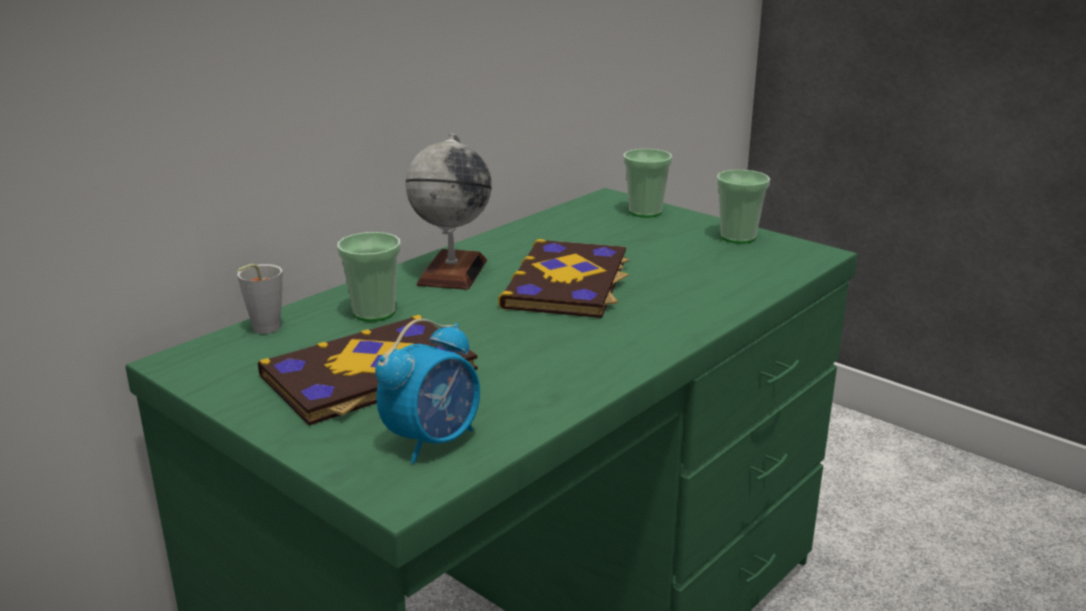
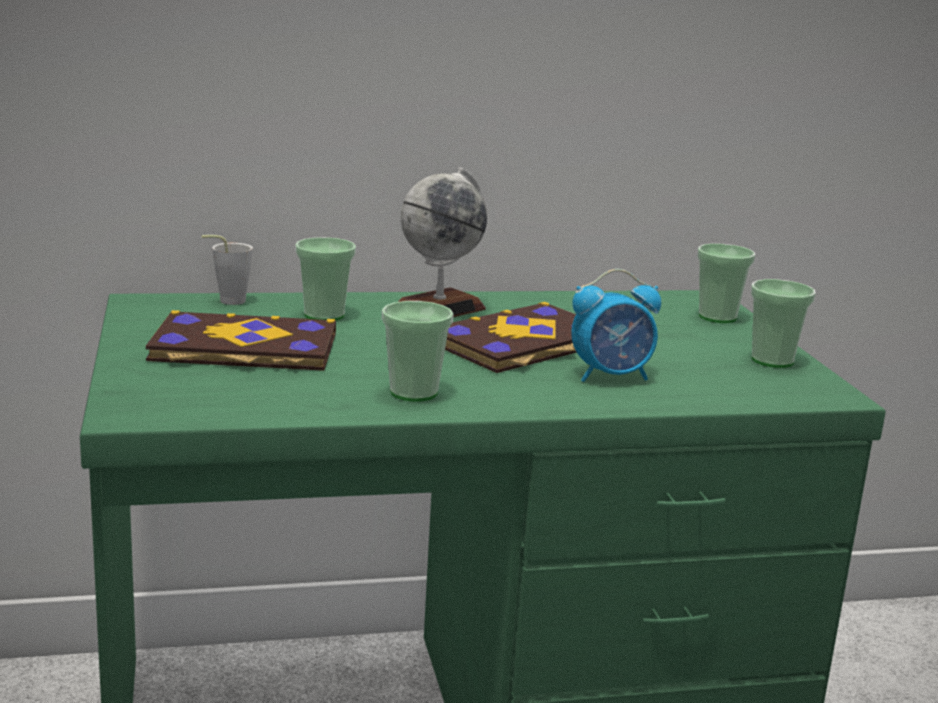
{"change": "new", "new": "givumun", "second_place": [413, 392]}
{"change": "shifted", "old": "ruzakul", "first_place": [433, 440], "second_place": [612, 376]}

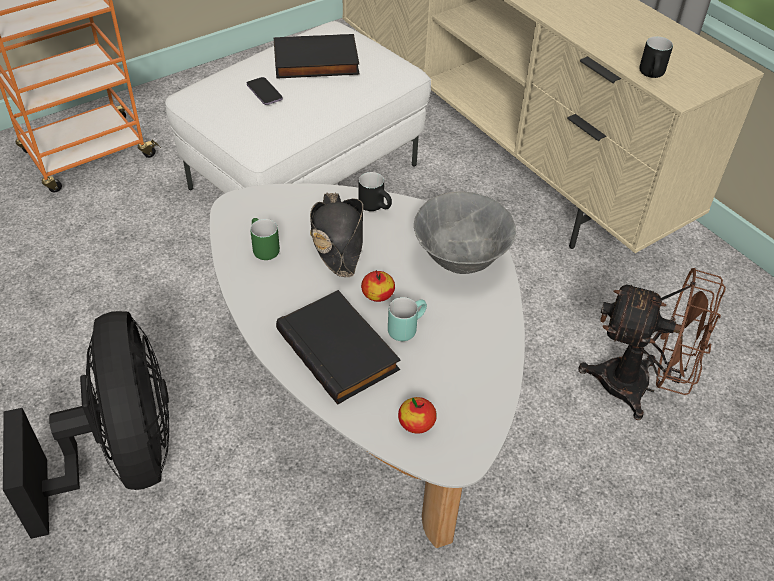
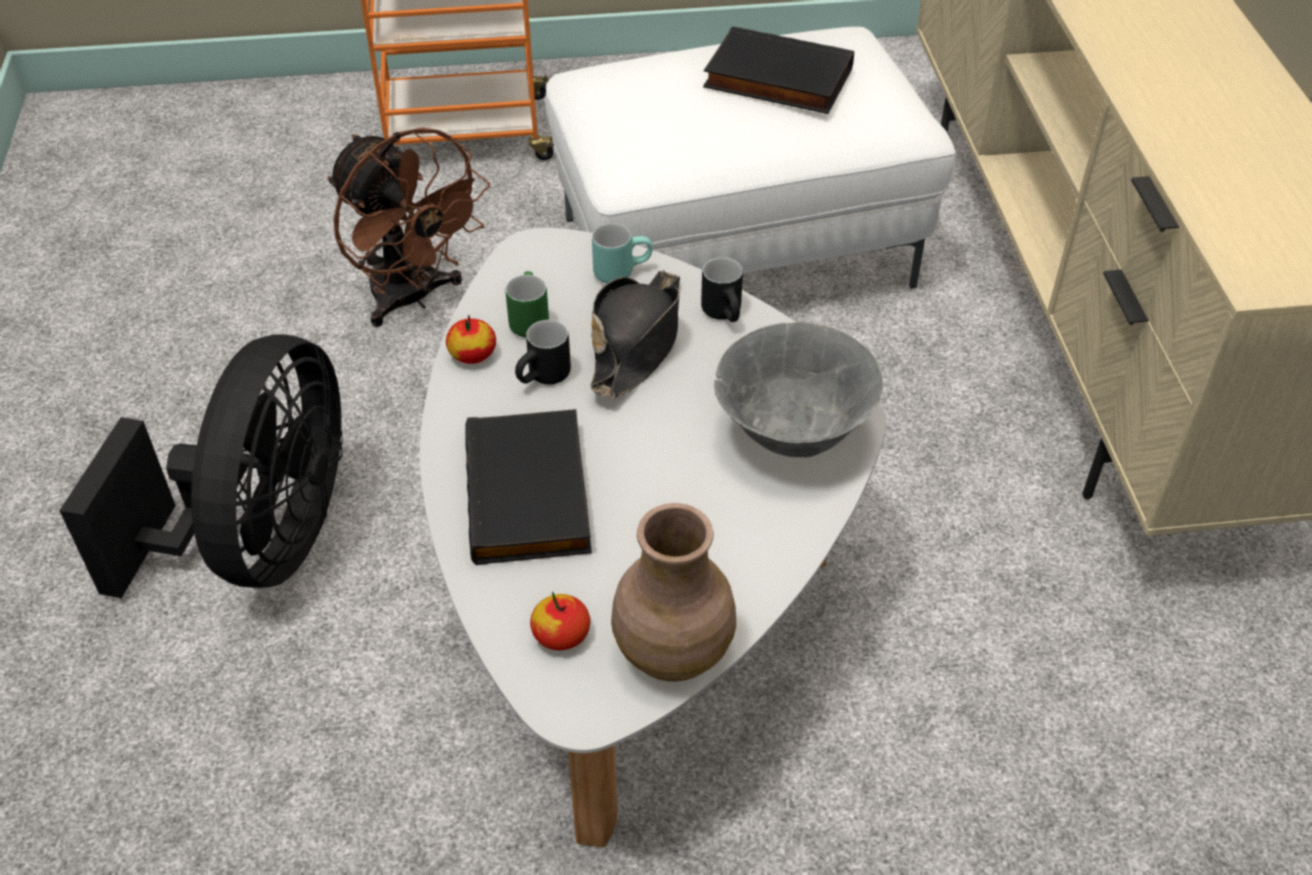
{"change": "shifted", "old": "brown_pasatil", "first_place": [638, 387], "second_place": [413, 298]}
{"change": "shifted", "old": "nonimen", "first_place": [377, 294], "second_place": [472, 354]}
{"change": "shifted", "old": "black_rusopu", "first_place": [653, 76], "second_place": [545, 379]}
{"change": "shifted", "old": "turquoise_rusopu", "first_place": [405, 327], "second_place": [621, 270]}
{"change": "new", "new": "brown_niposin", "second_place": [672, 650]}
{"change": "gone", "old": "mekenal", "first_place": [264, 92]}

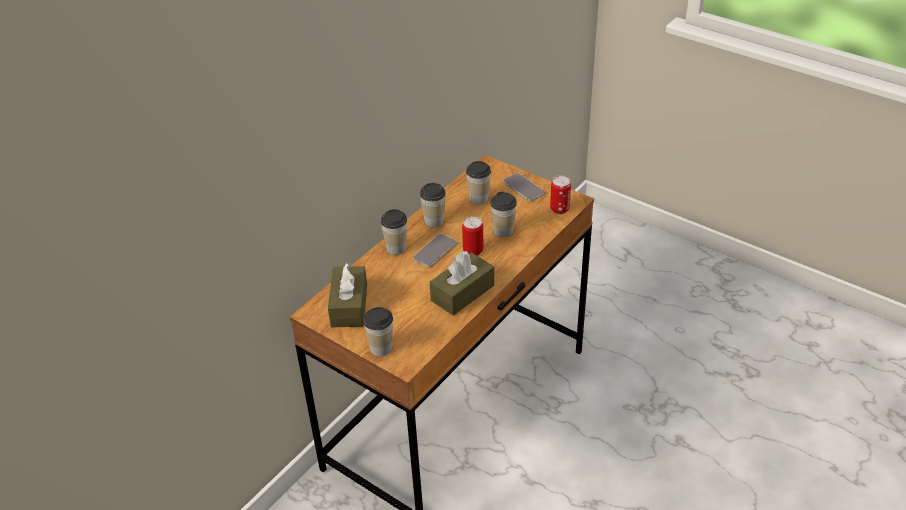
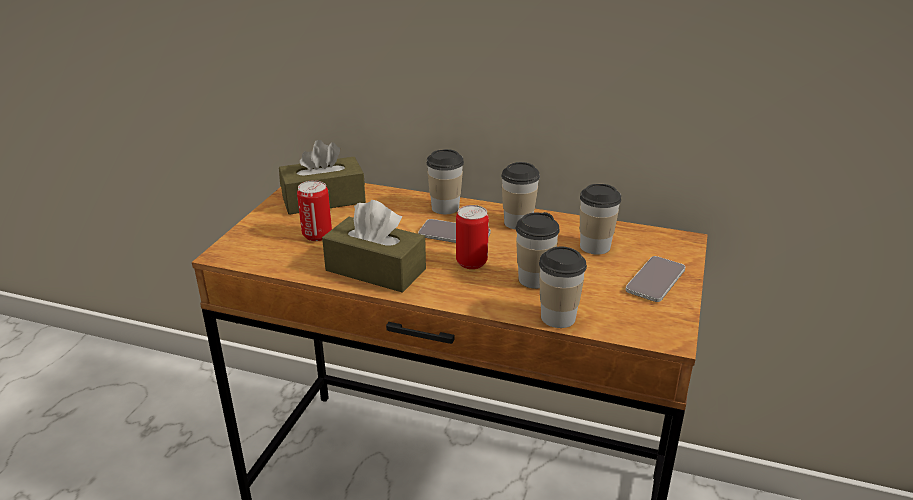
{"change": "shifted", "old": "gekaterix", "first_place": [559, 209], "second_place": [317, 235]}
{"change": "shifted", "old": "givumun", "first_place": [381, 348], "second_place": [558, 317]}

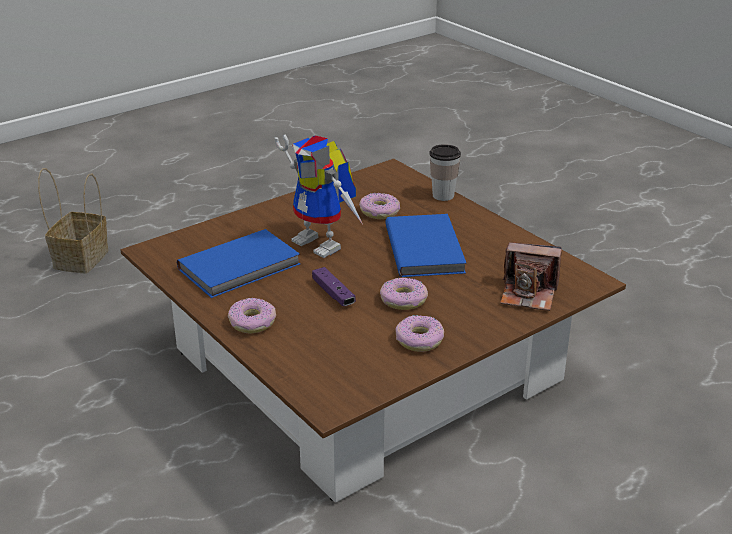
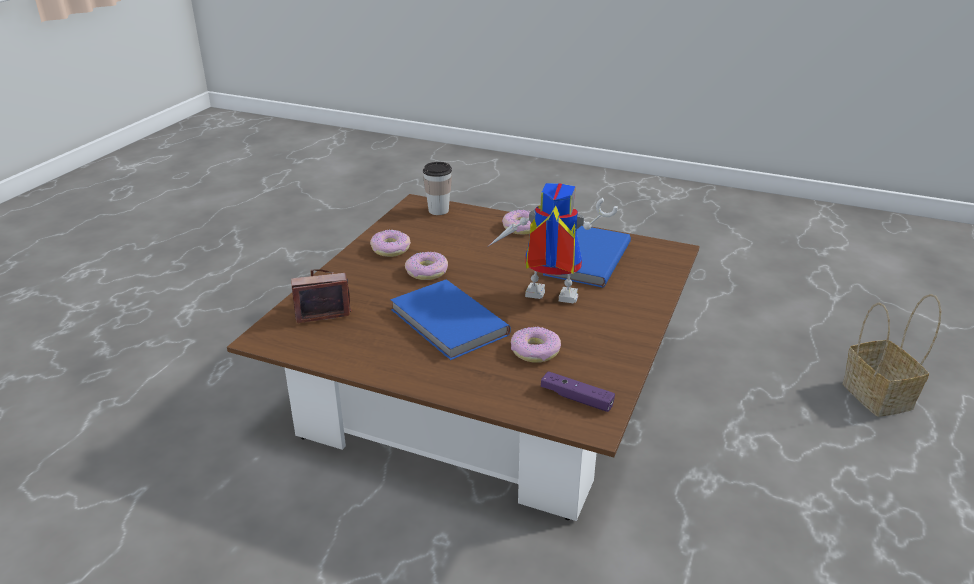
{"change": "shifted", "old": "givumun", "first_place": [443, 195], "second_place": [438, 210]}
{"change": "shifted", "old": "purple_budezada", "first_place": [333, 294], "second_place": [576, 398]}

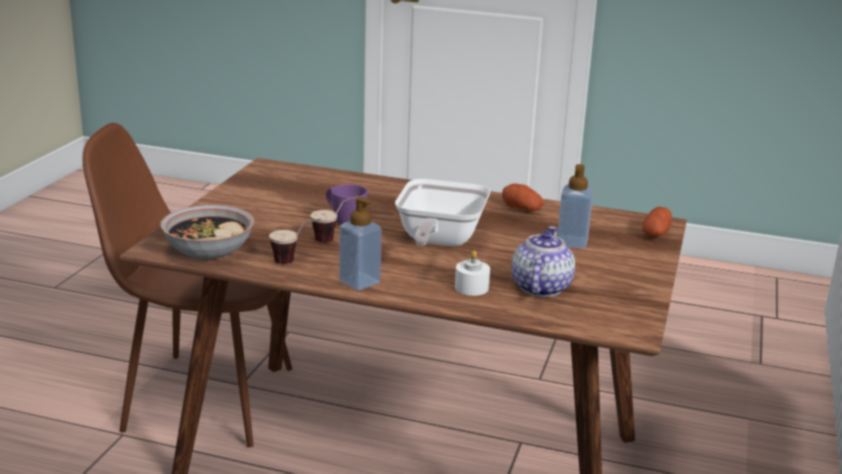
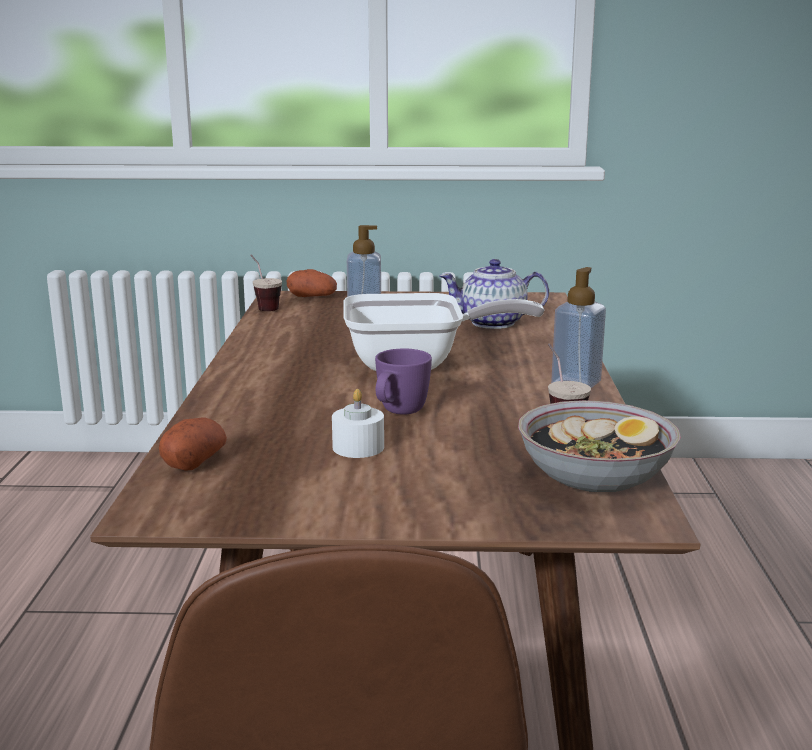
{"change": "shifted", "old": "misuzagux", "first_place": [522, 209], "second_place": [194, 462]}
{"change": "shifted", "old": "givumun", "first_place": [334, 238], "second_place": [263, 307]}
{"change": "shifted", "old": "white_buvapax", "first_place": [471, 287], "second_place": [358, 447]}

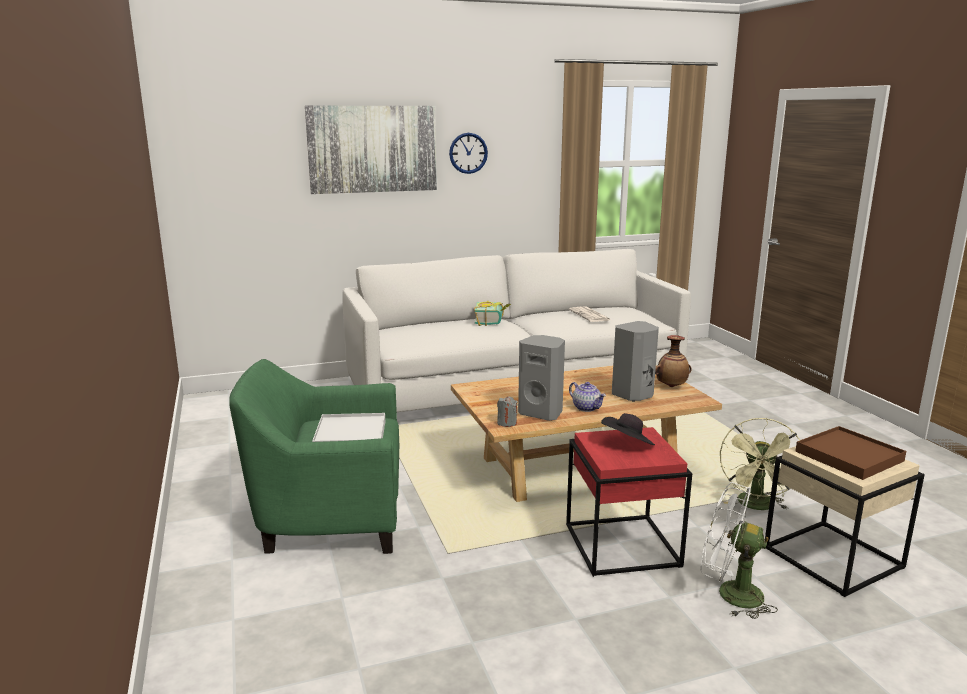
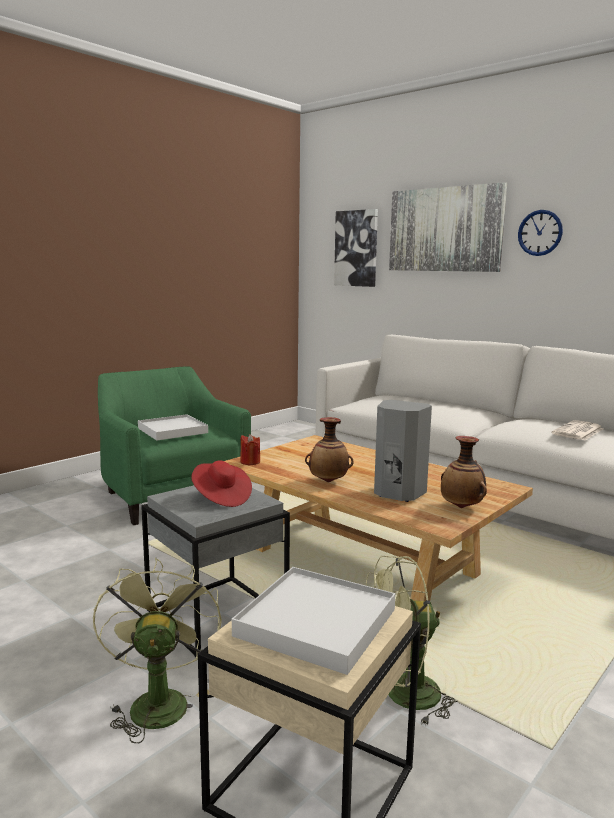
{"change": "repainted", "old": "white_pasatil", "new": "green_pasatil", "first_place": [729, 594], "second_place": [158, 701]}
{"change": "repainted", "old": "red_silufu", "new": "grey_silufu", "first_place": [620, 545], "second_place": [217, 614]}
{"change": "repainted", "old": "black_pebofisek", "new": "red_pebofisek", "first_place": [627, 444], "second_place": [221, 498]}
{"change": "repainted", "old": "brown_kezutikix", "new": "white_kezutikix", "first_place": [849, 456], "second_place": [316, 622]}
{"change": "repainted", "old": "grey_buvapax", "new": "red_buvapax", "first_place": [507, 423], "second_place": [250, 462]}
{"change": "swapped", "old": "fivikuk", "new": "niposin", "first_place": [587, 408], "second_place": [328, 481]}
{"change": "new", "new": "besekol", "second_place": [356, 248]}
{"change": "gone", "old": "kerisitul", "first_place": [492, 322]}
{"change": "gone", "old": "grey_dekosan", "first_place": [542, 413]}

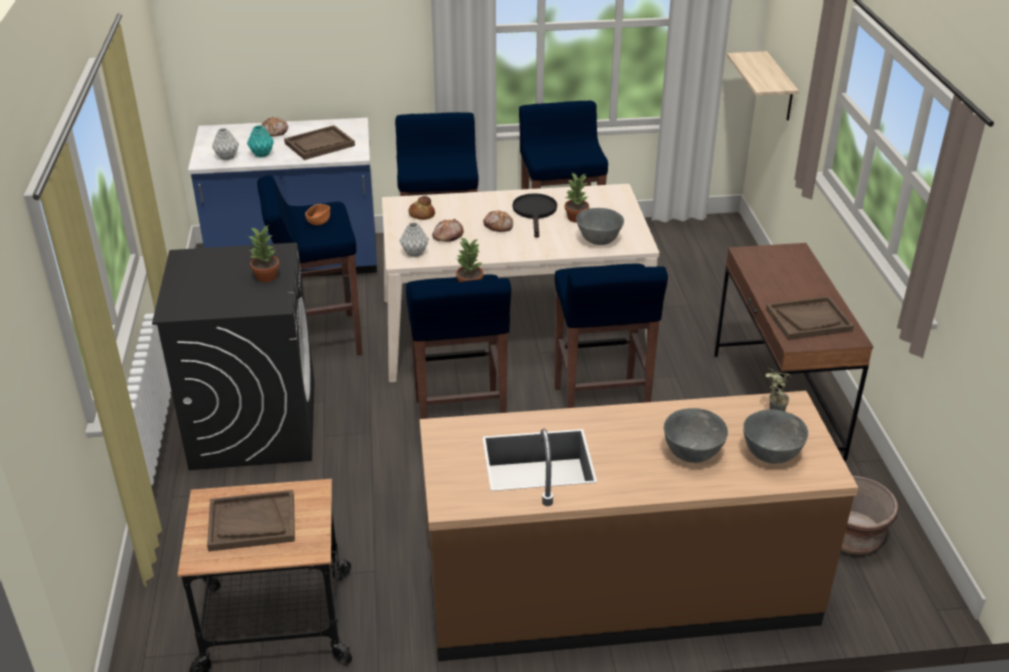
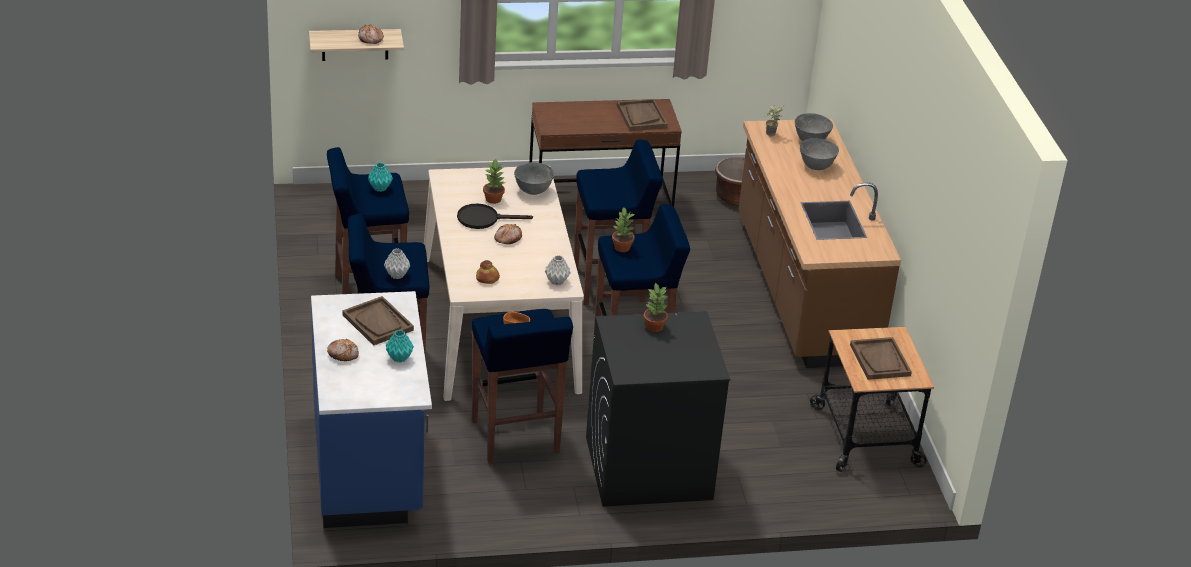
{"change": "shifted", "old": "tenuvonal", "first_place": [447, 236], "second_place": [370, 39]}
{"change": "new", "new": "turquoise_niposin", "second_place": [379, 188]}
{"change": "shifted", "old": "grey_niposin", "first_place": [226, 157], "second_place": [397, 275]}

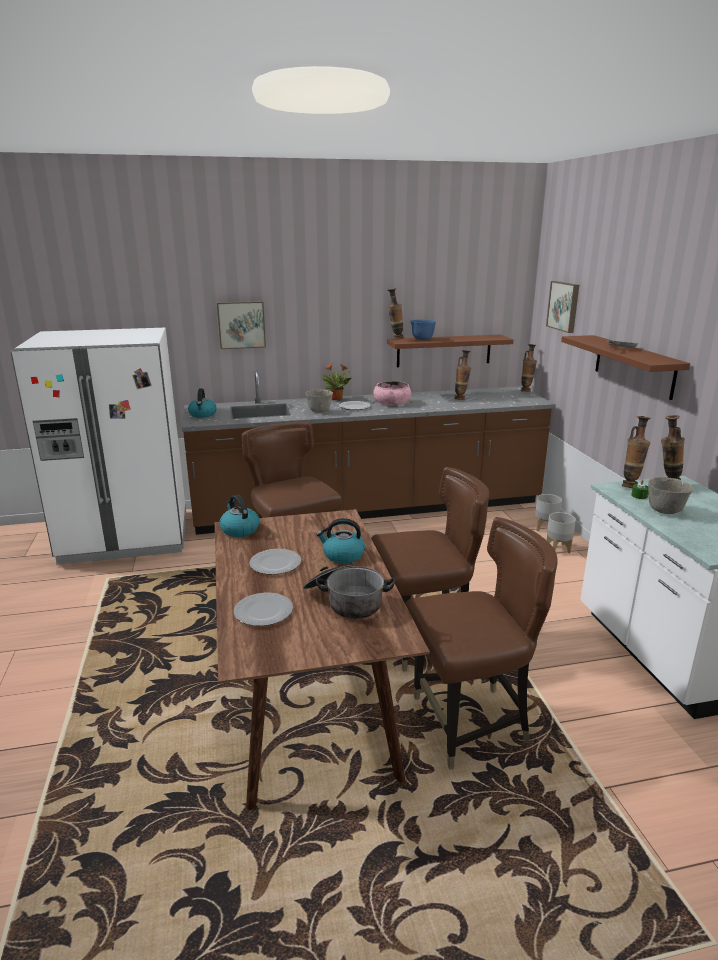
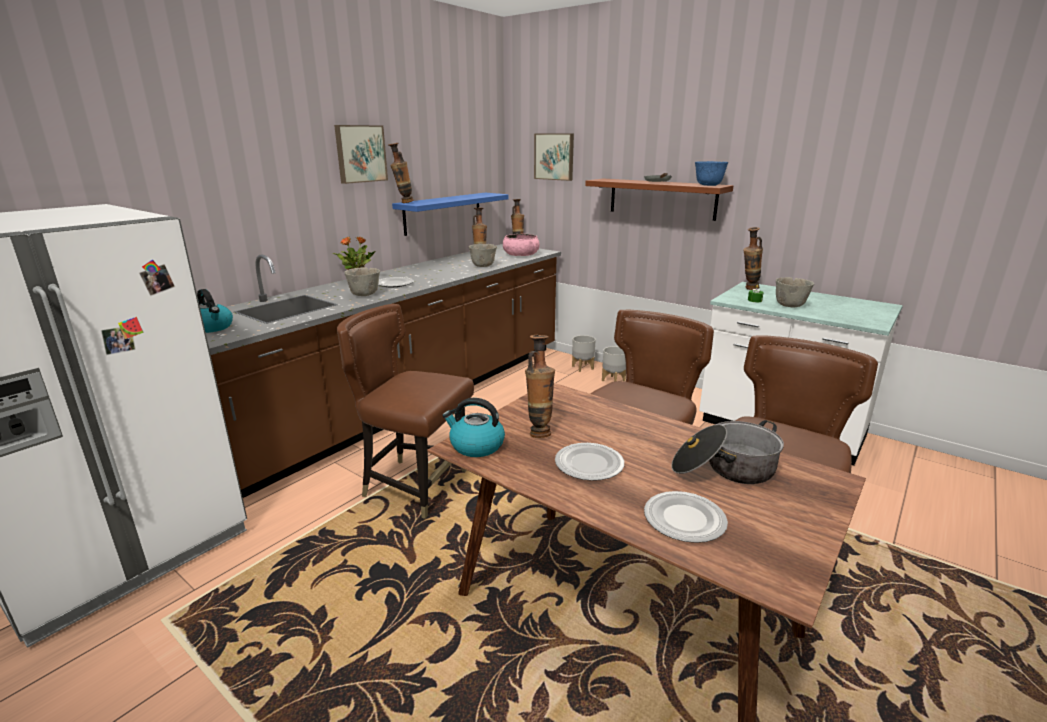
{"change": "shifted", "old": "besekol", "first_place": [241, 324], "second_place": [360, 153]}
{"change": "repainted", "old": "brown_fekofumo", "new": "blue_fekofumo", "first_place": [444, 350], "second_place": [443, 213]}
{"change": "new", "new": "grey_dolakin", "second_place": [483, 266]}
{"change": "shifted", "old": "pink_dolakin", "first_place": [392, 402], "second_place": [521, 254]}
{"change": "shifted", "old": "niposin", "first_place": [630, 486], "second_place": [539, 432]}
{"change": "shifted", "old": "blue_dolakin", "first_place": [422, 339], "second_place": [708, 185]}
{"change": "gone", "old": "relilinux", "first_place": [342, 555]}

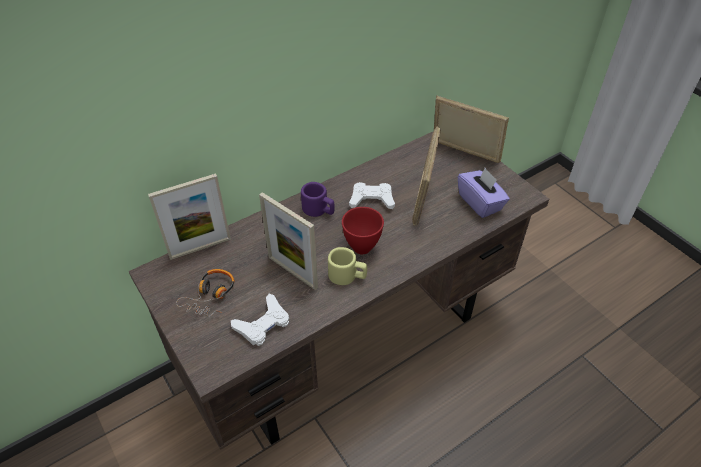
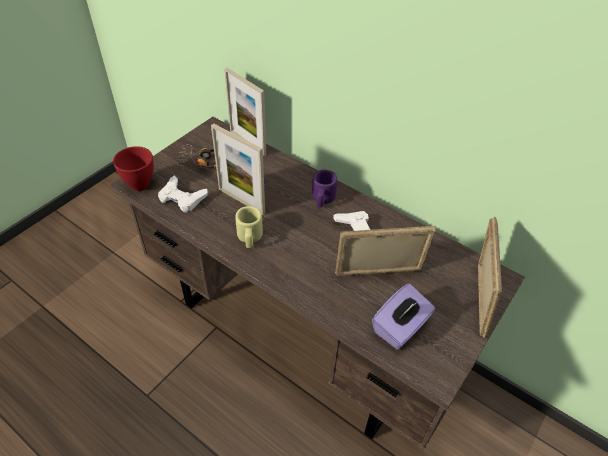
{"change": "shifted", "old": "red_dolakin", "first_place": [363, 247], "second_place": [140, 186]}
{"change": "rotated", "old": "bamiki", "first_place": [292, 272], "second_place": [241, 201], "degrees": -75}

